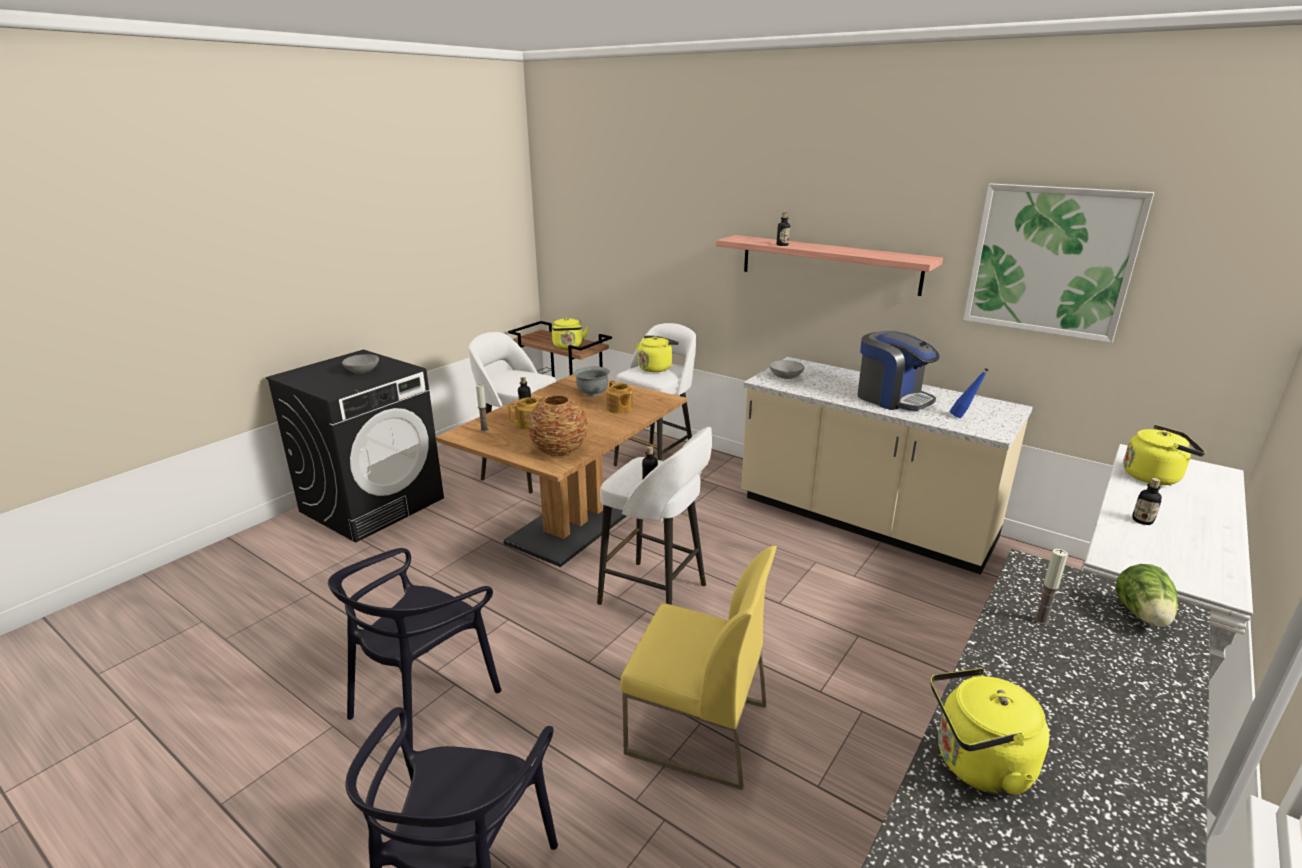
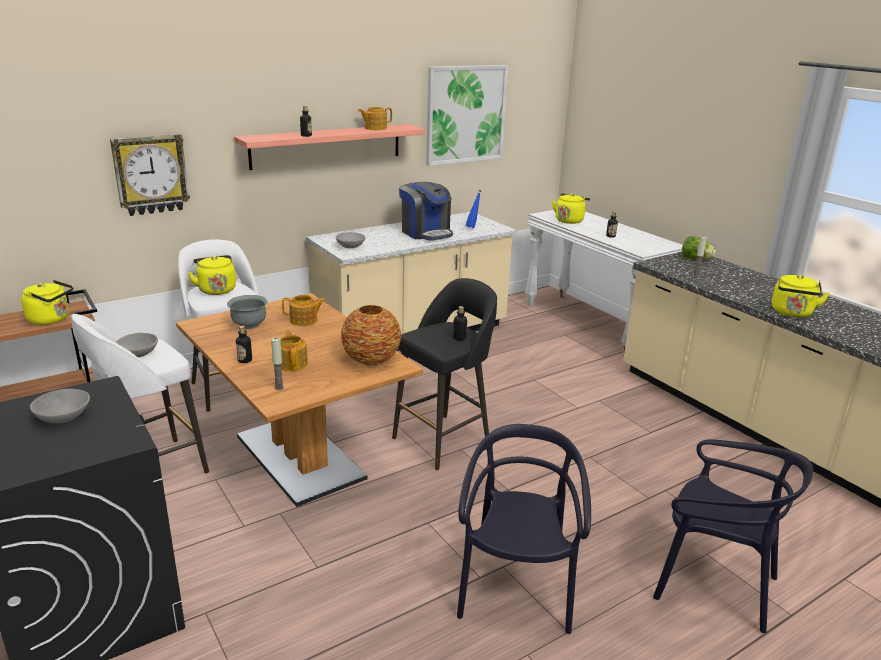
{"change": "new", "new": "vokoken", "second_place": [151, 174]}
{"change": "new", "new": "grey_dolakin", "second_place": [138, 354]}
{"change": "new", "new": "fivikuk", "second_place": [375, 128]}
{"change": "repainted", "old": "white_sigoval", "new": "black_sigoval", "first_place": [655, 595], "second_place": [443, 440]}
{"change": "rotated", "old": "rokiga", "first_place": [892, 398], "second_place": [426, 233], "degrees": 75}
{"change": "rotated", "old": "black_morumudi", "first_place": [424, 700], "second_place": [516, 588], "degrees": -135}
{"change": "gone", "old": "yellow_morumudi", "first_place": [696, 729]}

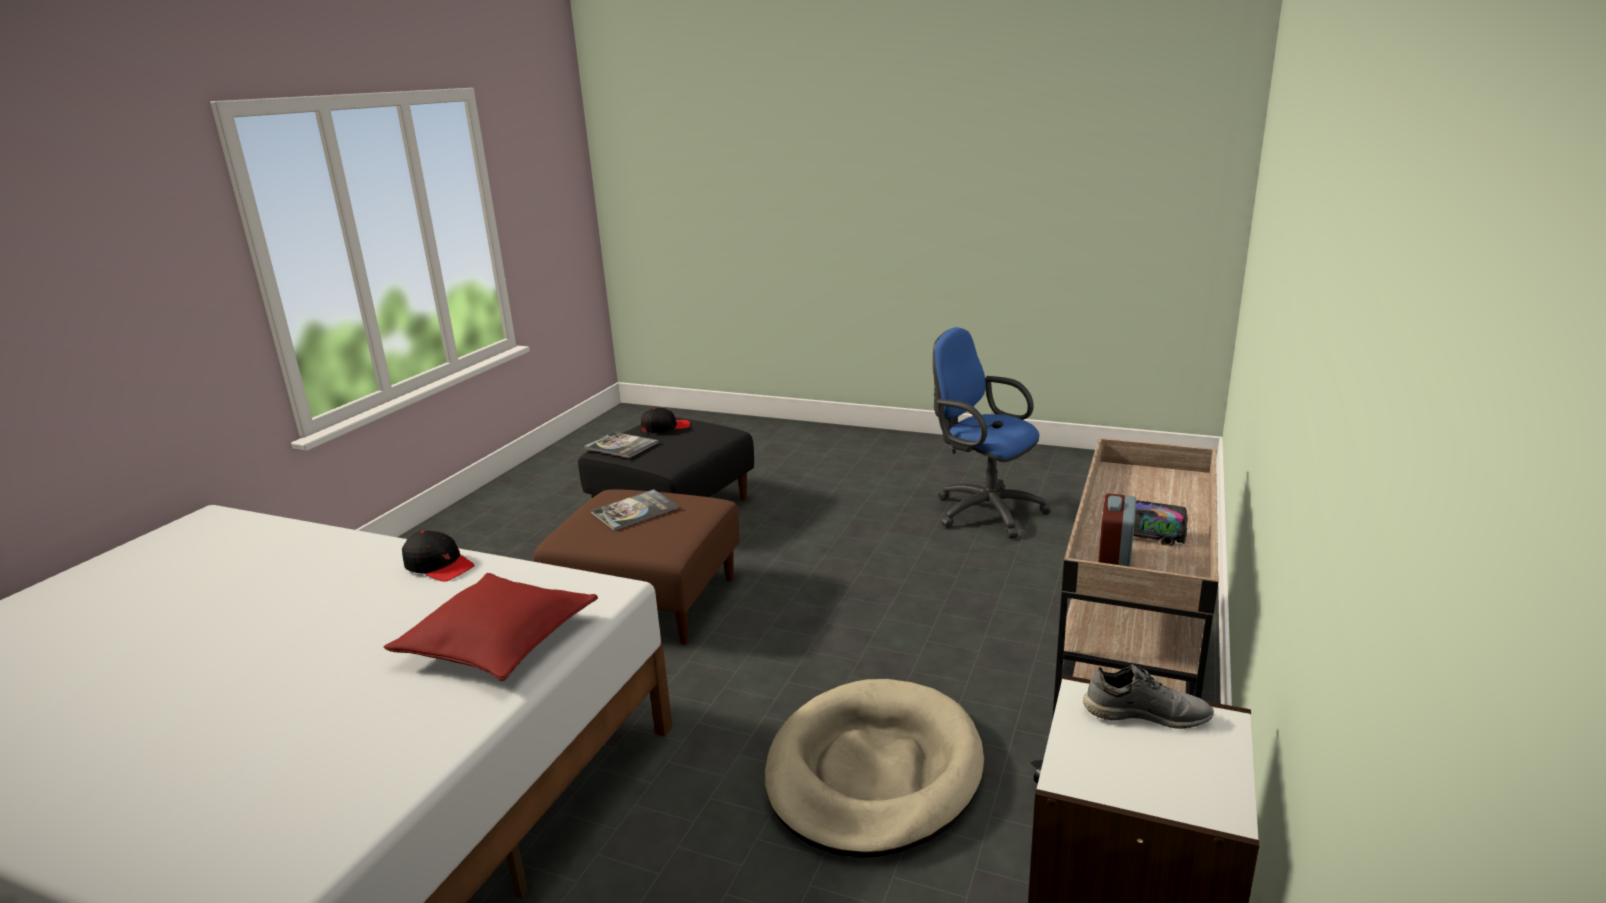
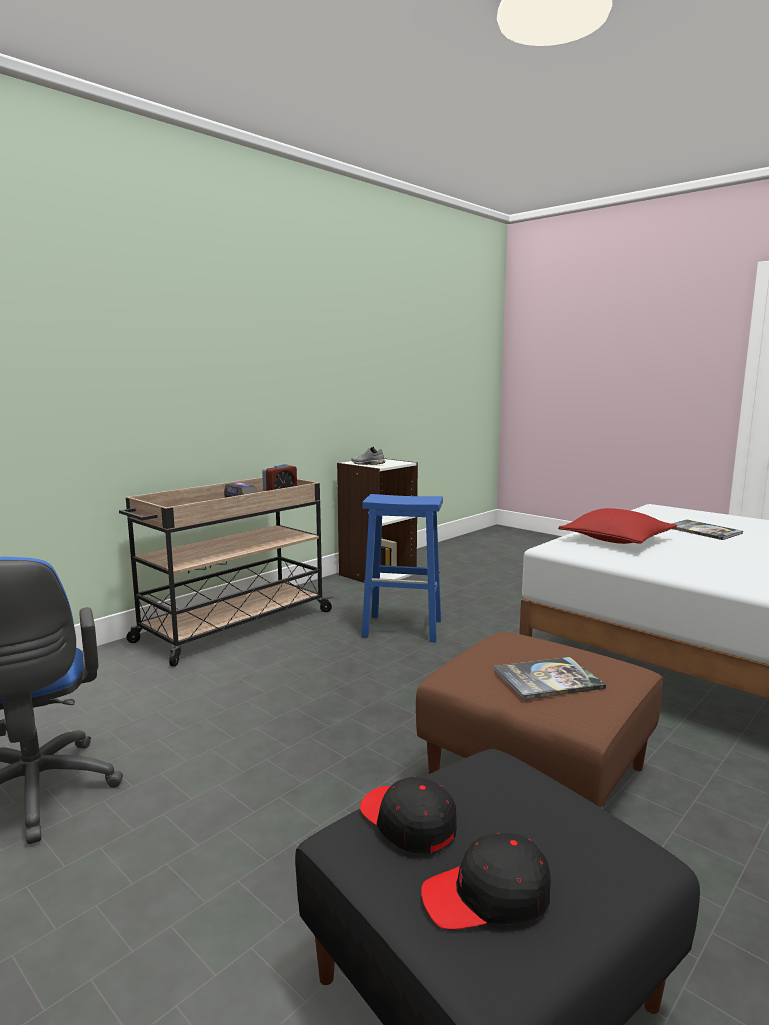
{"change": "shifted", "old": "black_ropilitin", "first_place": [439, 566], "second_place": [407, 822]}
{"change": "swapped", "old": "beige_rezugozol", "new": "blue_sigoval", "first_place": [873, 772], "second_place": [404, 628]}
{"change": "shifted", "old": "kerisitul", "first_place": [621, 446], "second_place": [703, 531]}

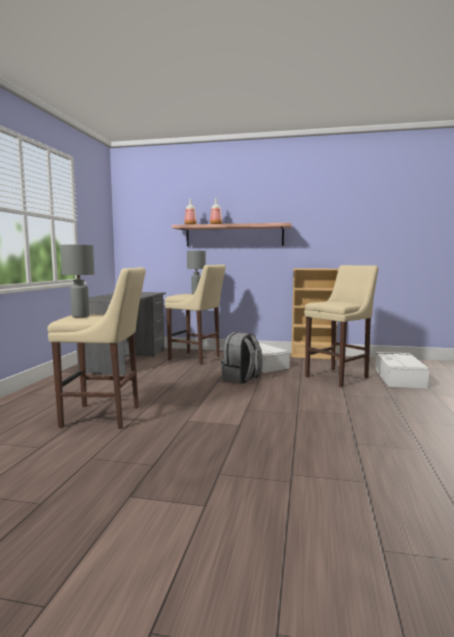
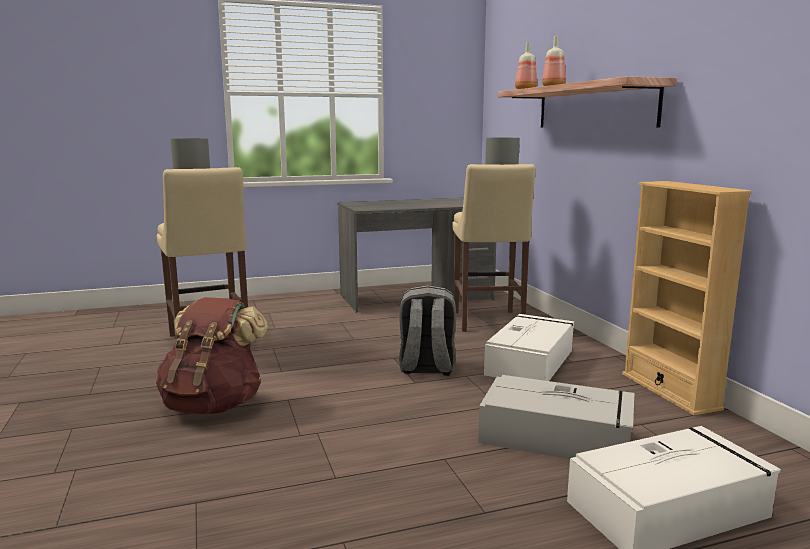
{"change": "new", "new": "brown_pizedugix", "second_place": [214, 405]}
{"change": "swapped", "old": "beige_sigoval", "new": "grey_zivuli", "first_place": [339, 377], "second_place": [558, 437]}

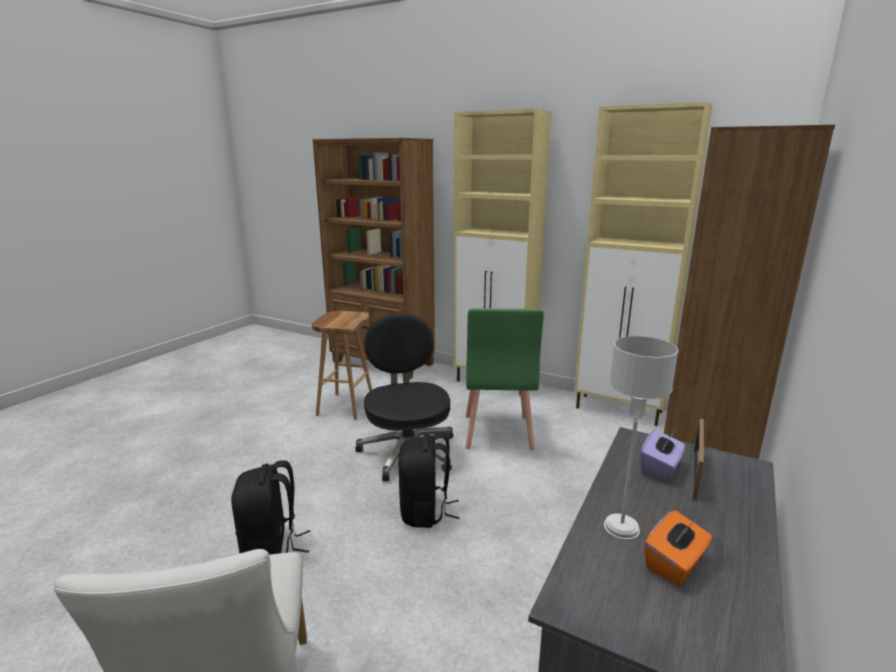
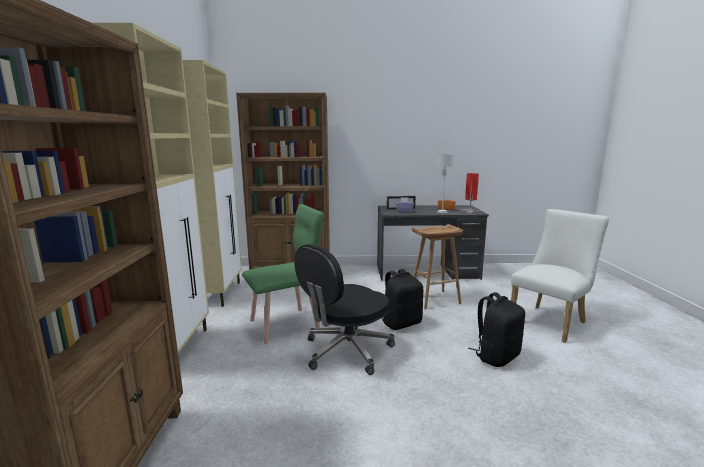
{"change": "shifted", "old": "brown_sigoval", "first_place": [345, 405], "second_place": [434, 300]}
{"change": "new", "new": "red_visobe", "second_place": [470, 211]}

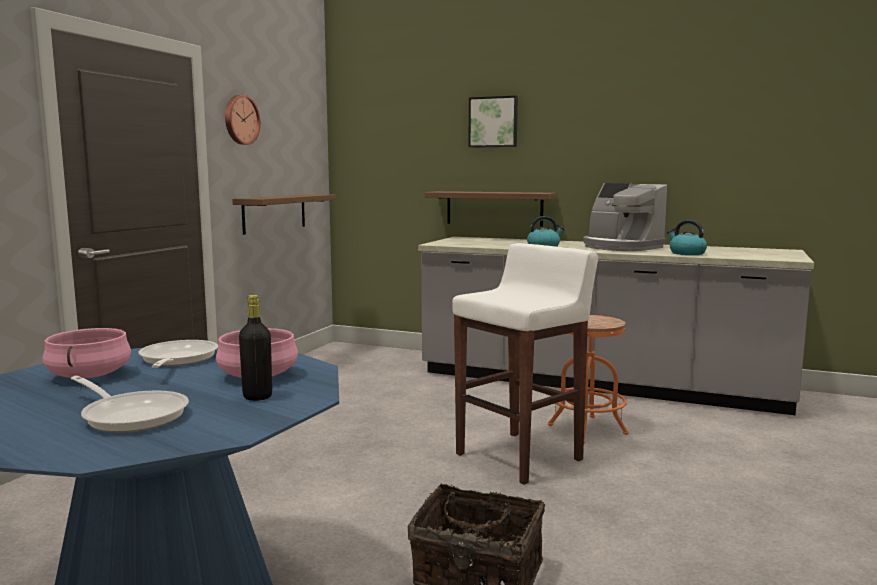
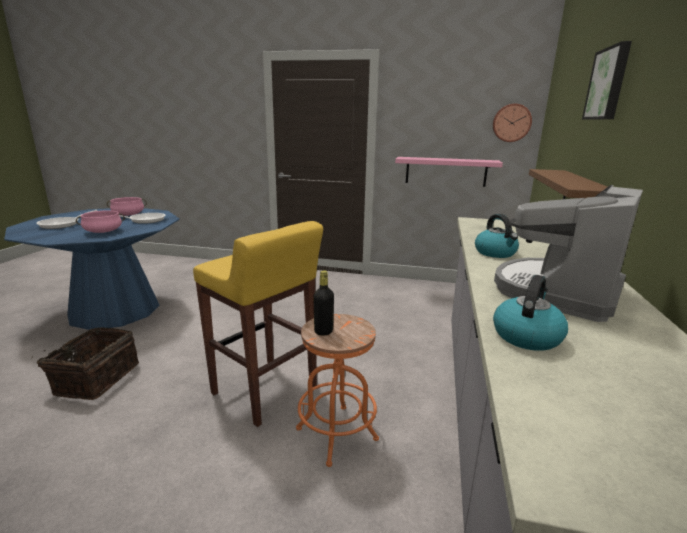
{"change": "repainted", "old": "white_sigoval", "new": "yellow_sigoval", "first_place": [520, 457], "second_place": [265, 391]}
{"change": "shifted", "old": "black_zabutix", "first_place": [257, 397], "second_place": [323, 331]}
{"change": "repainted", "old": "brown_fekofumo", "new": "pink_fekofumo", "first_place": [274, 213], "second_place": [445, 171]}
{"change": "shifted", "old": "vokoken", "first_place": [240, 120], "second_place": [511, 123]}

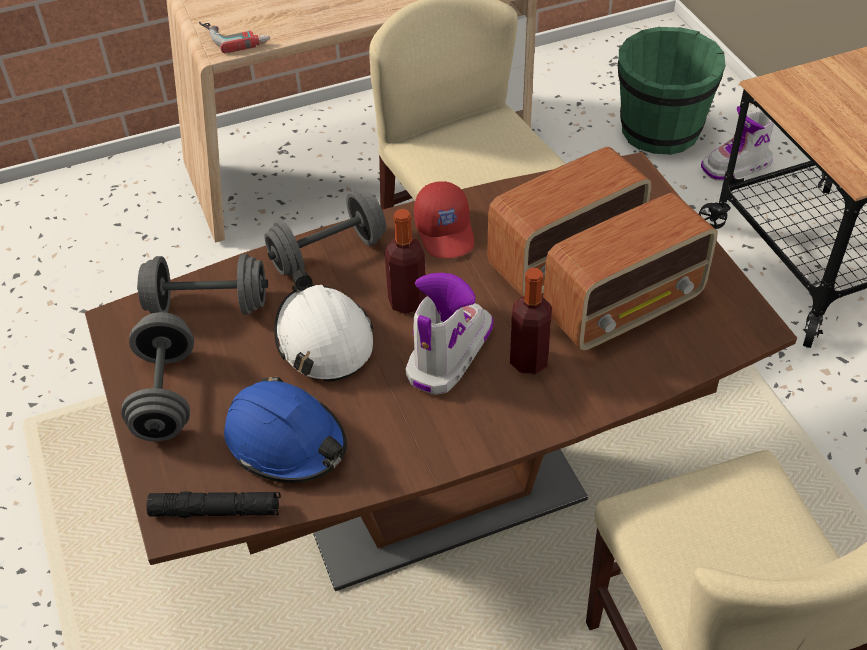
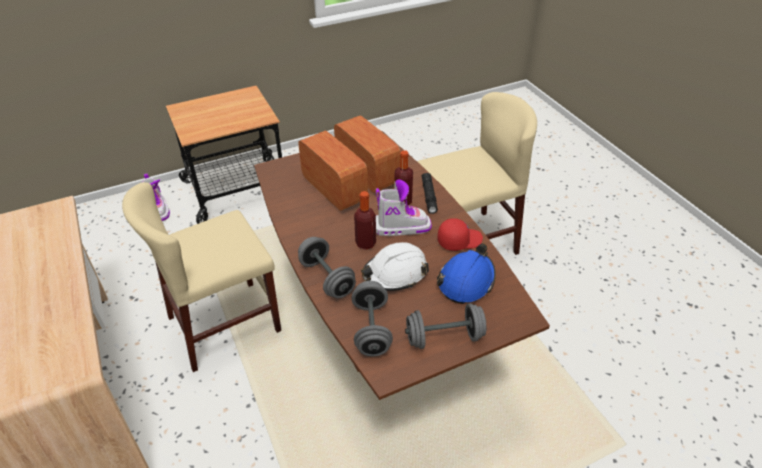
{"change": "rotated", "old": "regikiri", "first_place": [448, 354], "second_place": [401, 227], "degrees": 150}
{"change": "shifted", "old": "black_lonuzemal", "first_place": [216, 511], "second_place": [429, 196]}
{"change": "shifted", "old": "red_ropilitin", "first_place": [446, 231], "second_place": [459, 240]}
{"change": "gone", "old": "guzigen", "first_place": [235, 36]}
{"change": "gone", "old": "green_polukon", "first_place": [660, 131]}

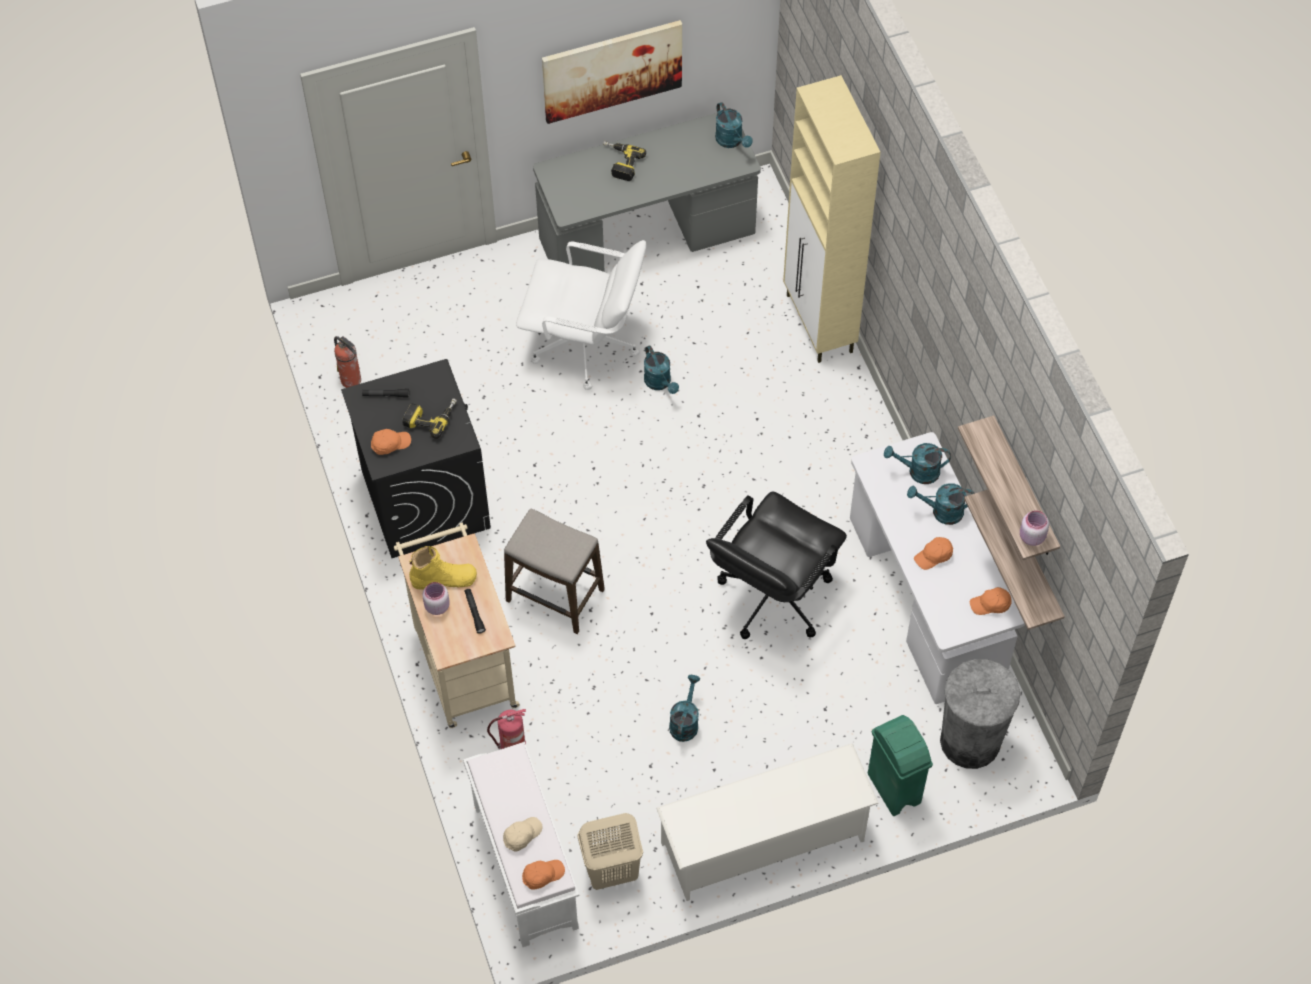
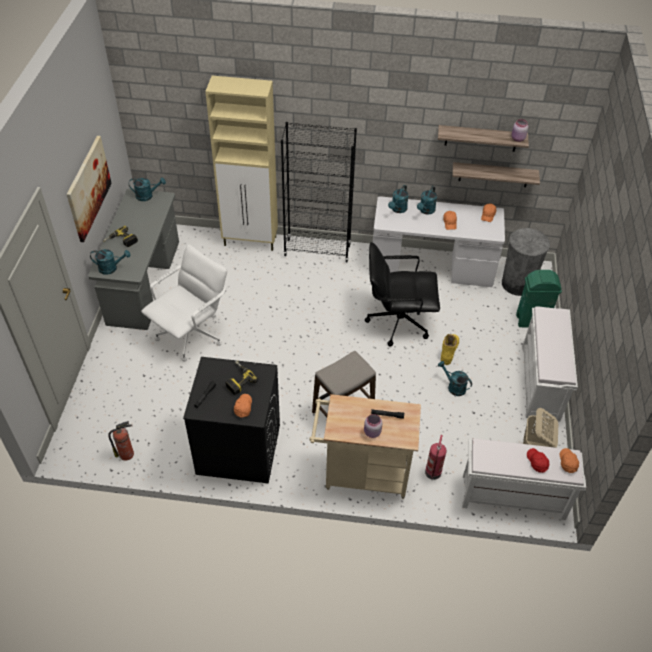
{"change": "shifted", "old": "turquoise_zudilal", "first_place": [660, 383], "second_place": [111, 268]}
{"change": "new", "new": "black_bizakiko", "second_place": [317, 250]}
{"change": "rotated", "old": "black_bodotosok", "first_place": [772, 596], "second_place": [397, 321], "degrees": 120}
{"change": "shifted", "old": "yellow_regikiri", "first_place": [444, 579], "second_place": [449, 351]}
{"change": "swapped", "old": "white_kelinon", "new": "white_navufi", "first_place": [763, 842], "second_place": [541, 383]}
{"change": "repainted", "old": "beige_ropilitin", "new": "red_ropilitin", "first_place": [522, 835], "second_place": [536, 462]}

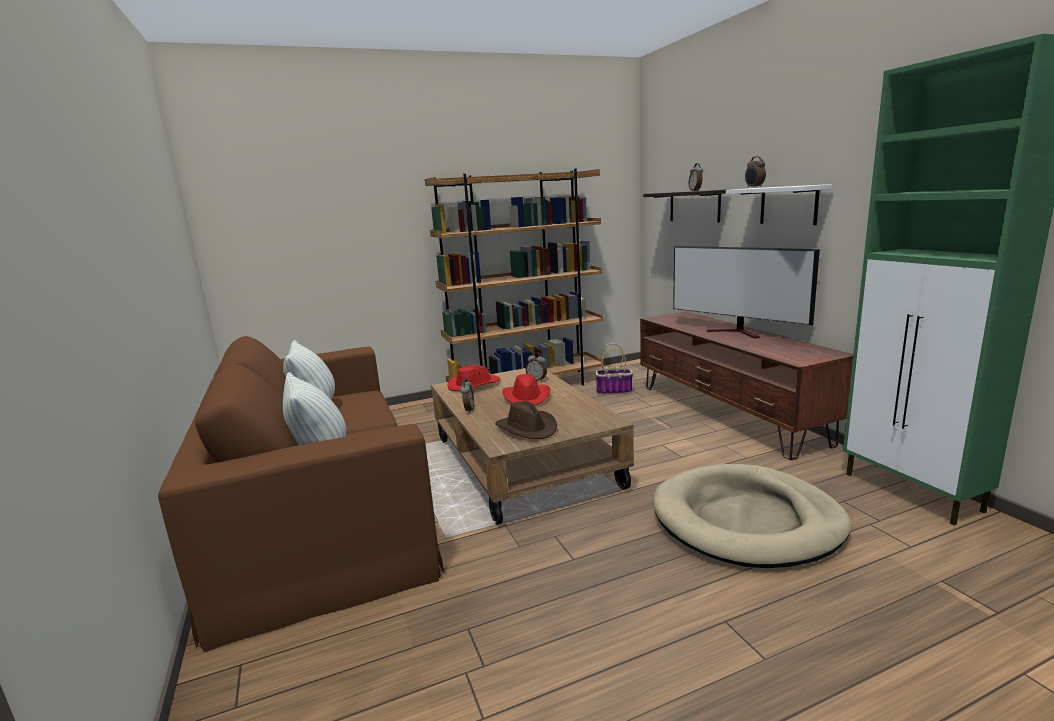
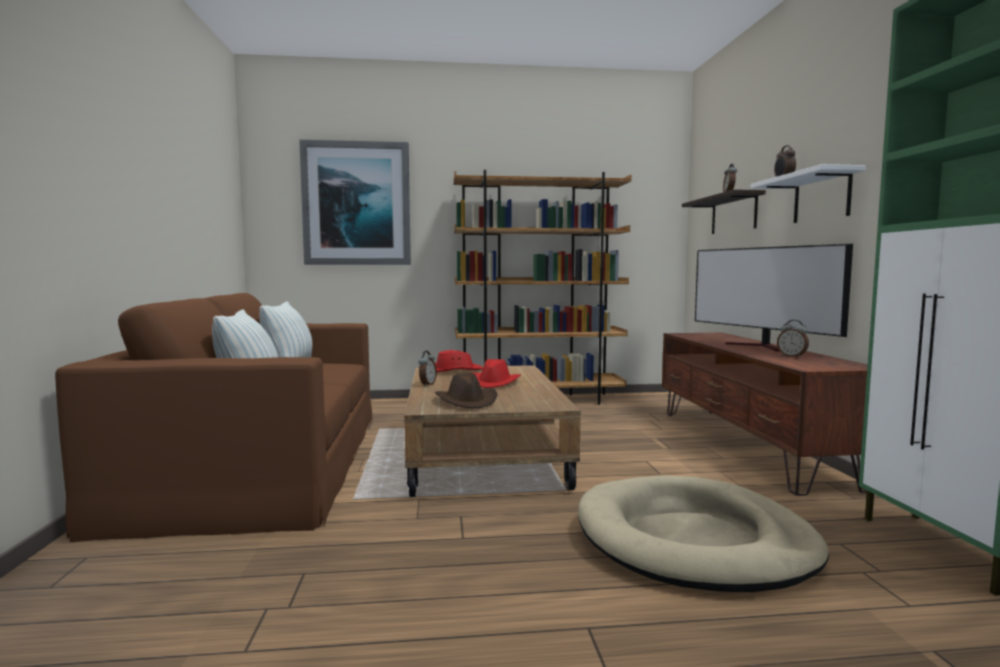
{"change": "new", "new": "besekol", "second_place": [357, 204]}
{"change": "shifted", "old": "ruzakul", "first_place": [537, 380], "second_place": [792, 356]}
{"change": "gone", "old": "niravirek", "first_place": [614, 391]}

